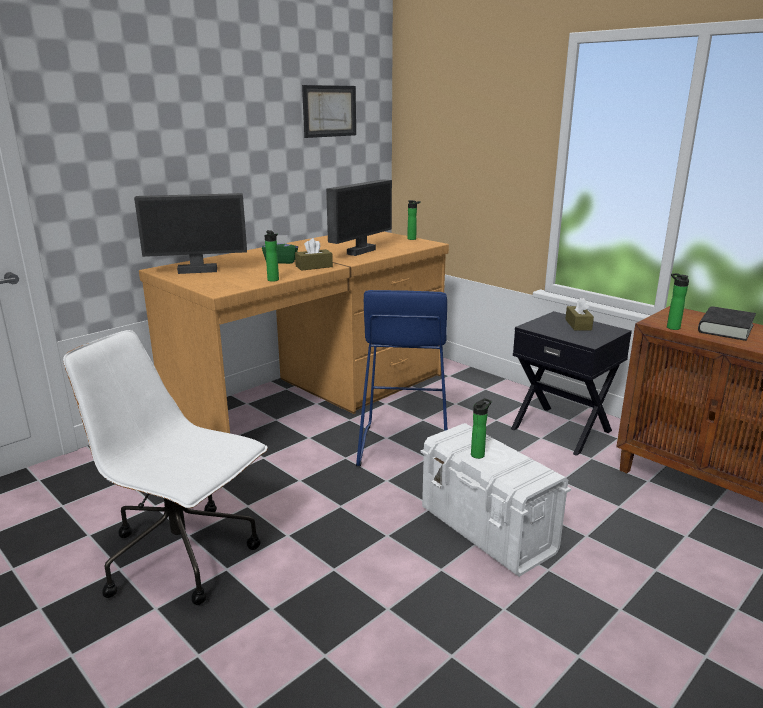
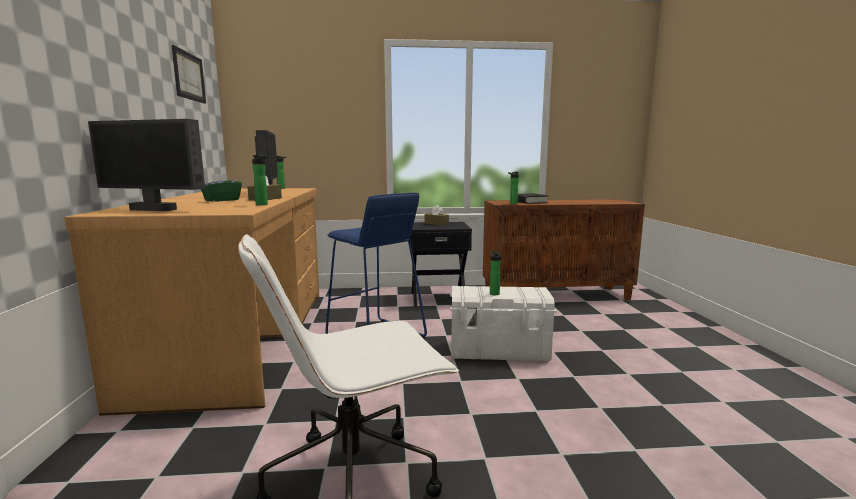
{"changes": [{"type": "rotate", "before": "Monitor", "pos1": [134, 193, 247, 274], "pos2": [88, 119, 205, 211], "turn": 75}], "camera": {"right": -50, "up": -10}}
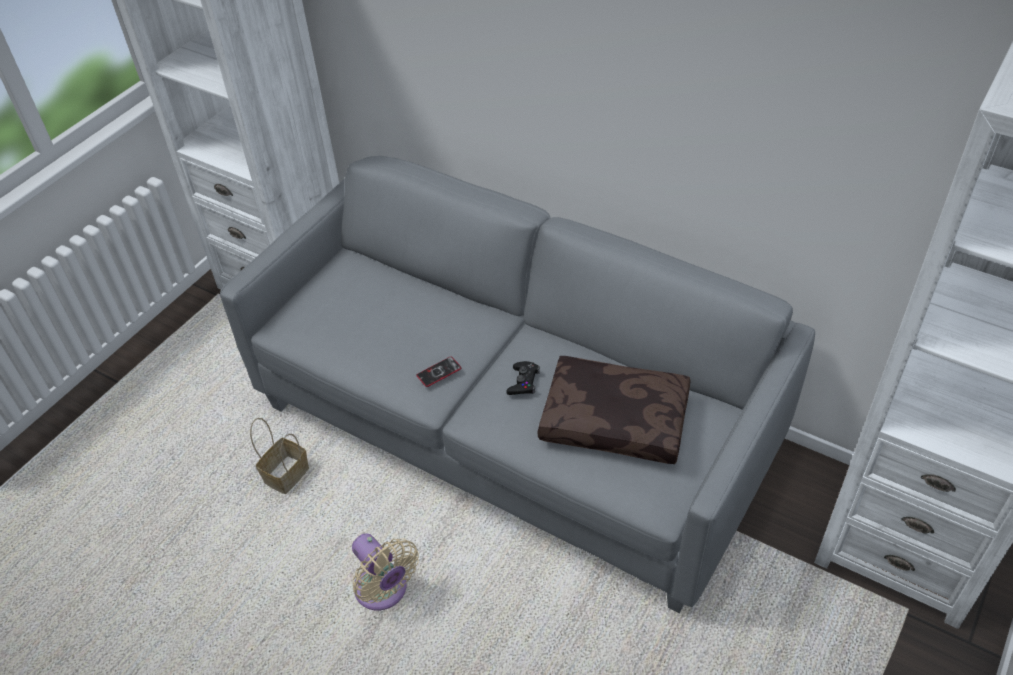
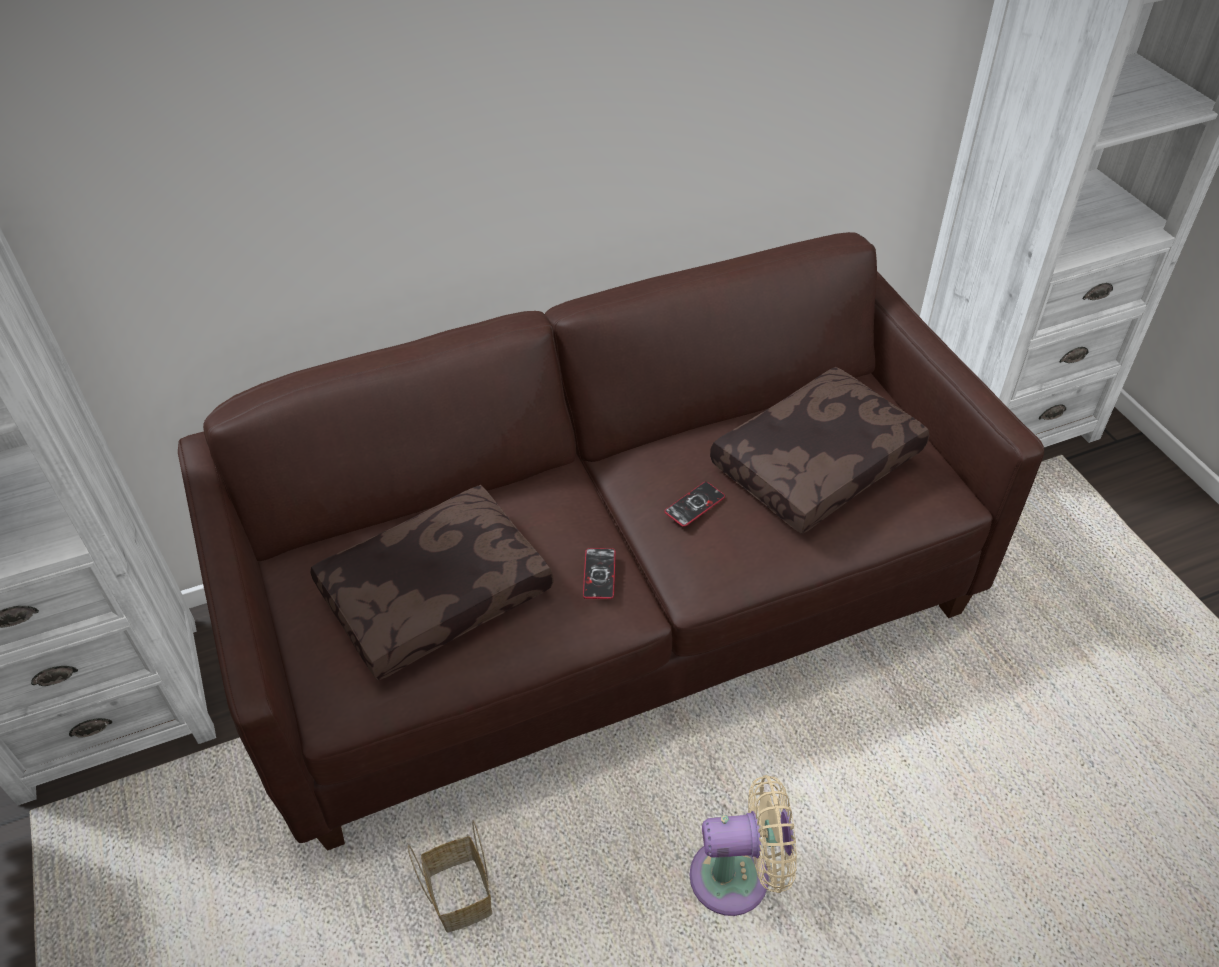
{"changes": [{"type": "recolor", "before": "Sofa (grau)", "after": "Sofa (braun)", "pos1": [220, 156, 815, 613], "pos2": [178, 232, 1044, 851]}, {"type": "replace", "before": "Gamepad (schwarz)", "after": "Handy", "pos1": [506, 361, 540, 395], "pos2": [664, 482, 725, 527]}, {"type": "insert", "after": "Kissen (braun)", "pos2": [310, 485, 554, 681]}], "camera": {"right": -55, "up": 0}}
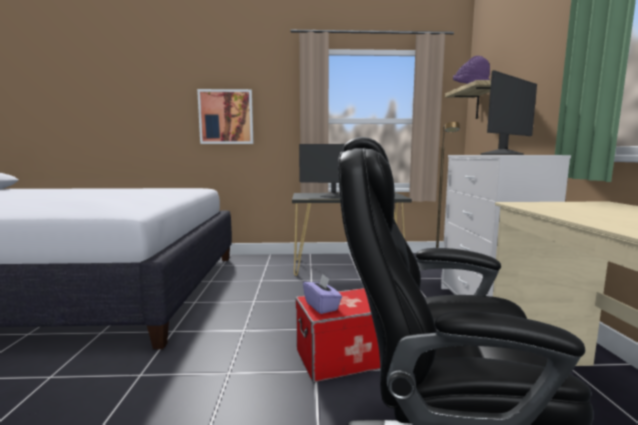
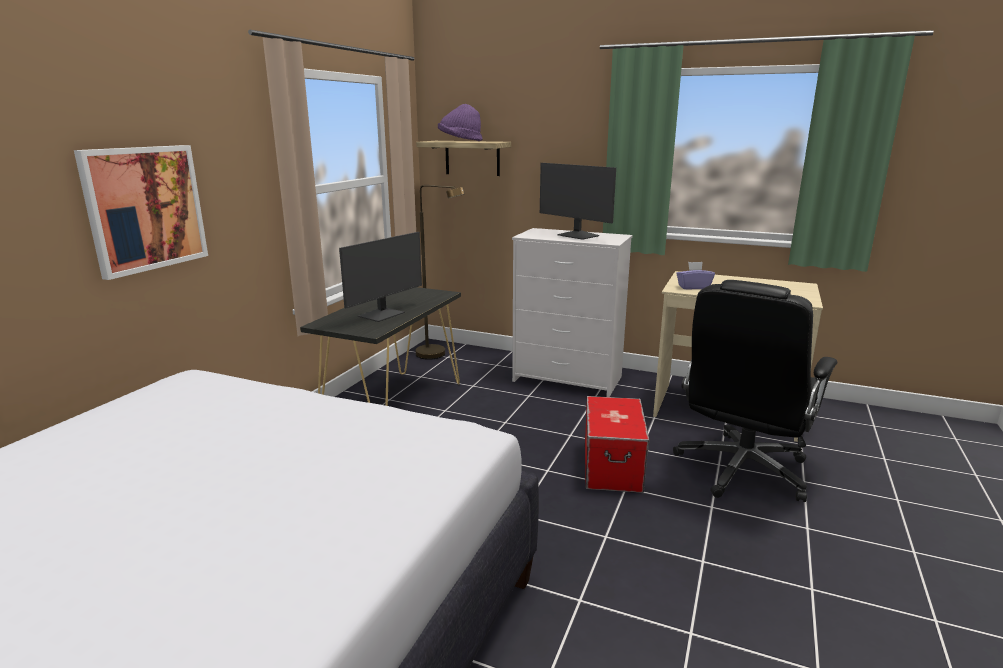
{"changes": [{"type": "rotate", "before": "Monitor", "pos1": [480, 70, 537, 155], "pos2": [540, 163, 616, 240], "turn": 150}, {"type": "move", "before": "Taschentuchbox (lila)", "pos1": [303, 274, 342, 314], "pos2": [676, 262, 715, 290]}], "camera": {"right": -65, "up": 10}}
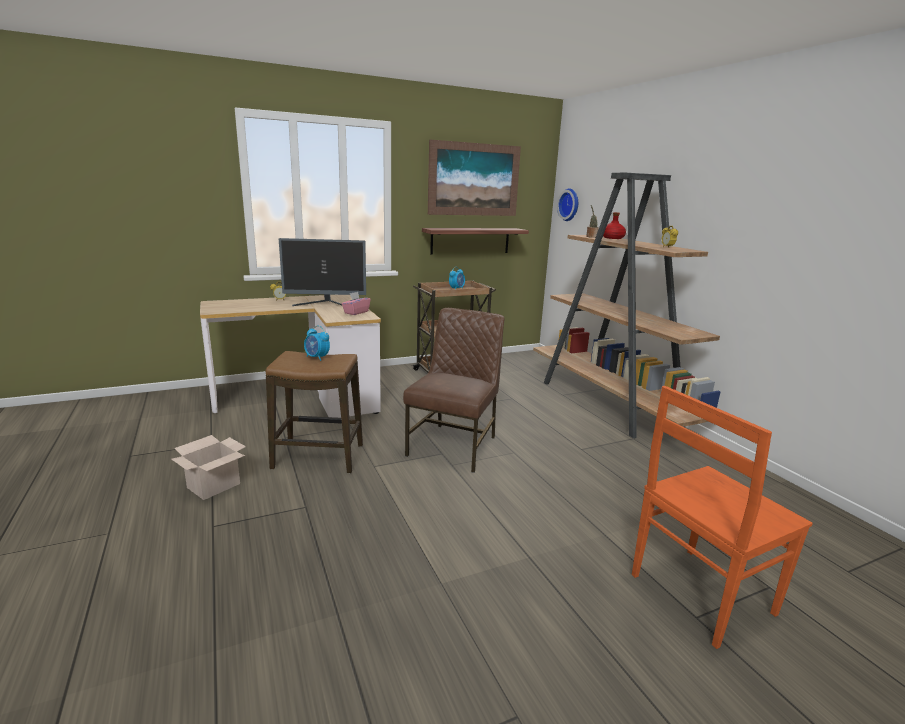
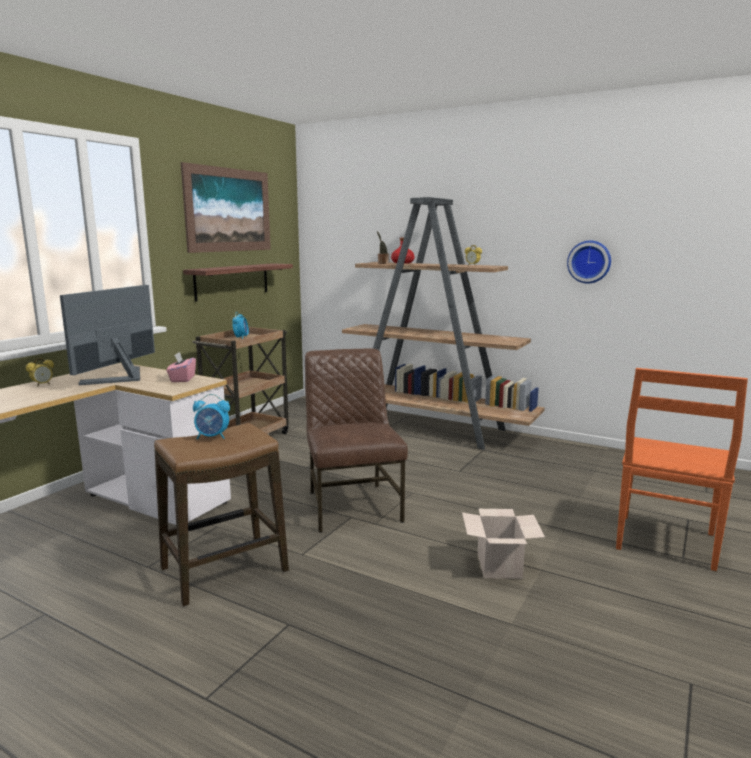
{"changes": [{"type": "move", "before": "Wanduhr", "pos1": [557, 188, 578, 221], "pos2": [567, 241, 611, 283]}, {"type": "rotate", "before": "Monitor", "pos1": [279, 238, 366, 306], "pos2": [60, 285, 155, 385], "turn": 150}, {"type": "move", "before": "Karton", "pos1": [171, 435, 246, 500], "pos2": [462, 509, 545, 579]}], "camera": {"right": -35, "up": -5}}
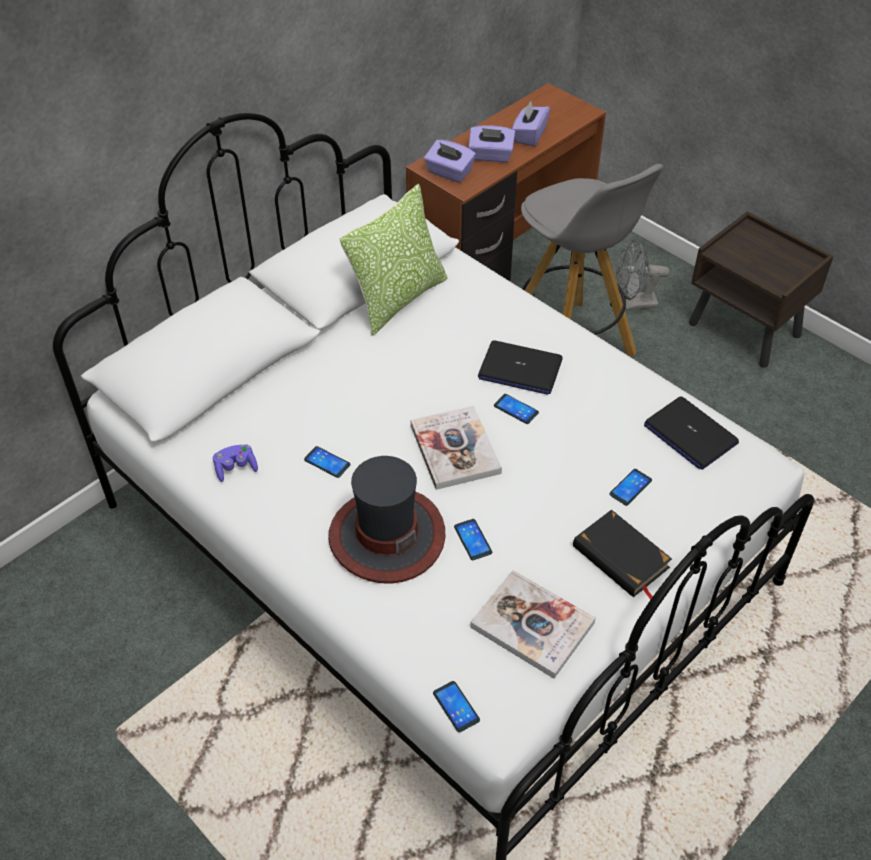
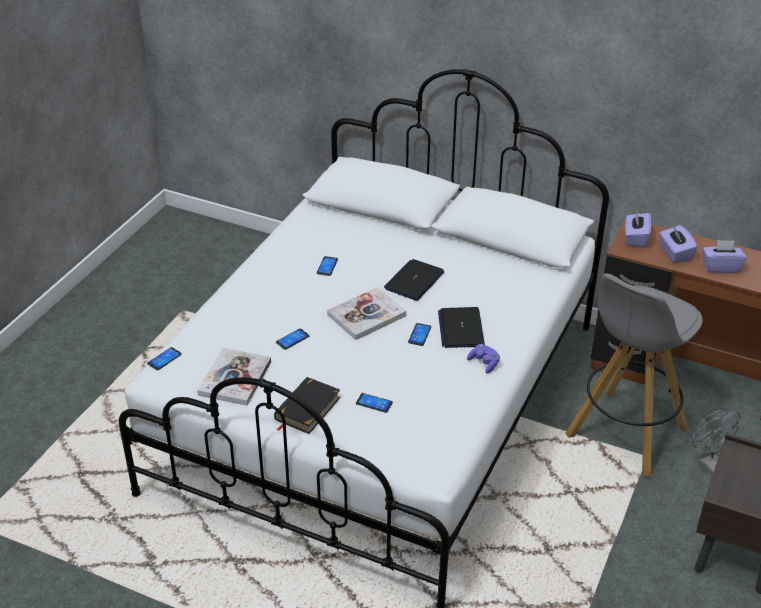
{"changes": [{"type": "delete", "before": "Kissen", "pos1": [340, 184, 448, 336]}, {"type": "move", "before": "Laptop", "pos1": [644, 396, 739, 470], "pos2": [384, 259, 444, 301]}, {"type": "move", "before": "Gamepad (lila)", "pos1": [213, 444, 258, 482], "pos2": [467, 344, 500, 373]}, {"type": "delete", "before": "Hut", "pos1": [328, 456, 445, 584]}], "camera": {"right": 70, "up": -10}}
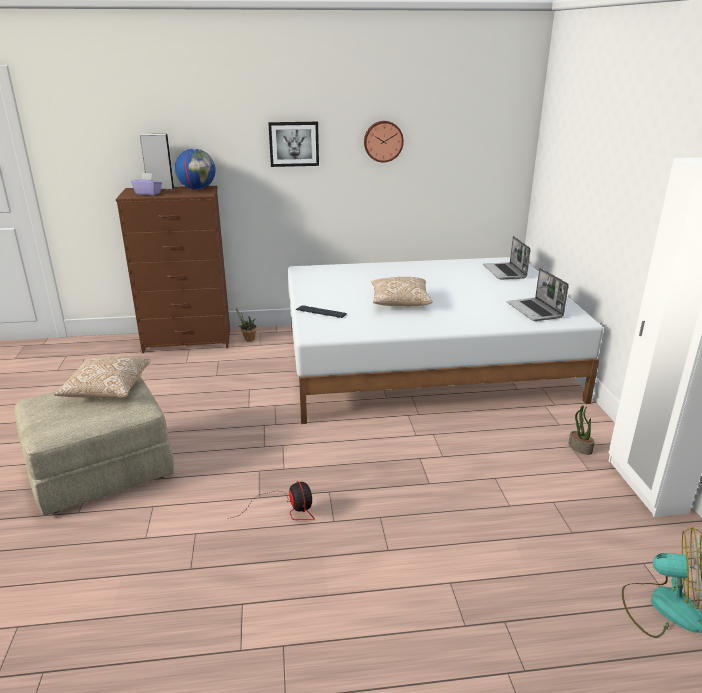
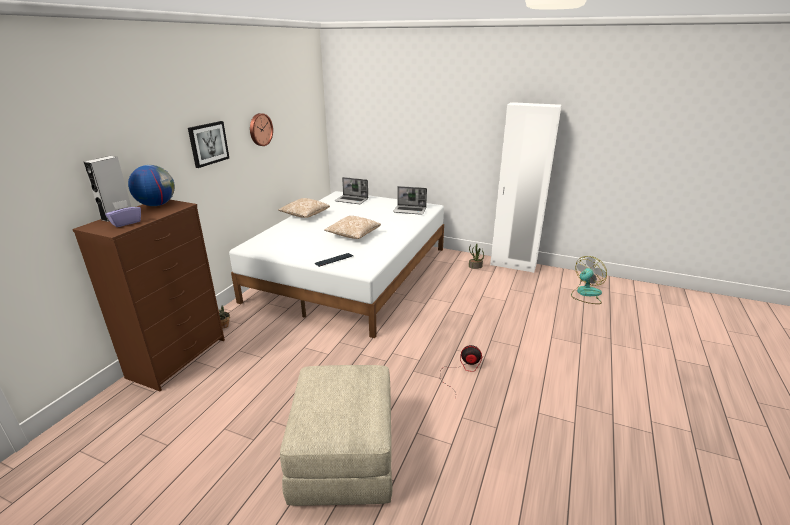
{"changes": [{"type": "move", "before": "Kissen", "pos1": [53, 356, 150, 398], "pos2": [278, 198, 330, 218]}], "camera": {"right": -60, "up": 0}}
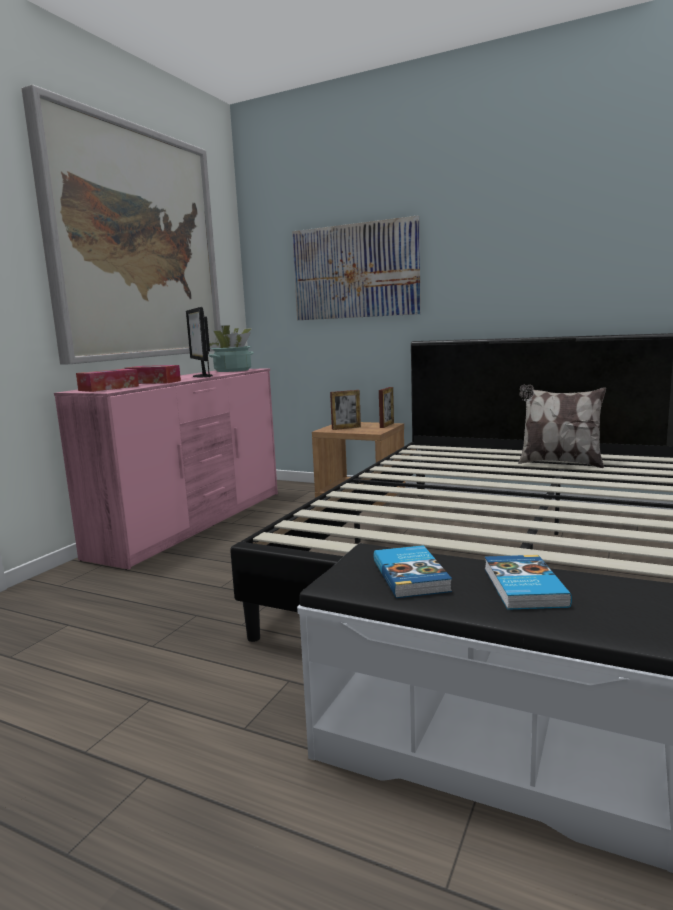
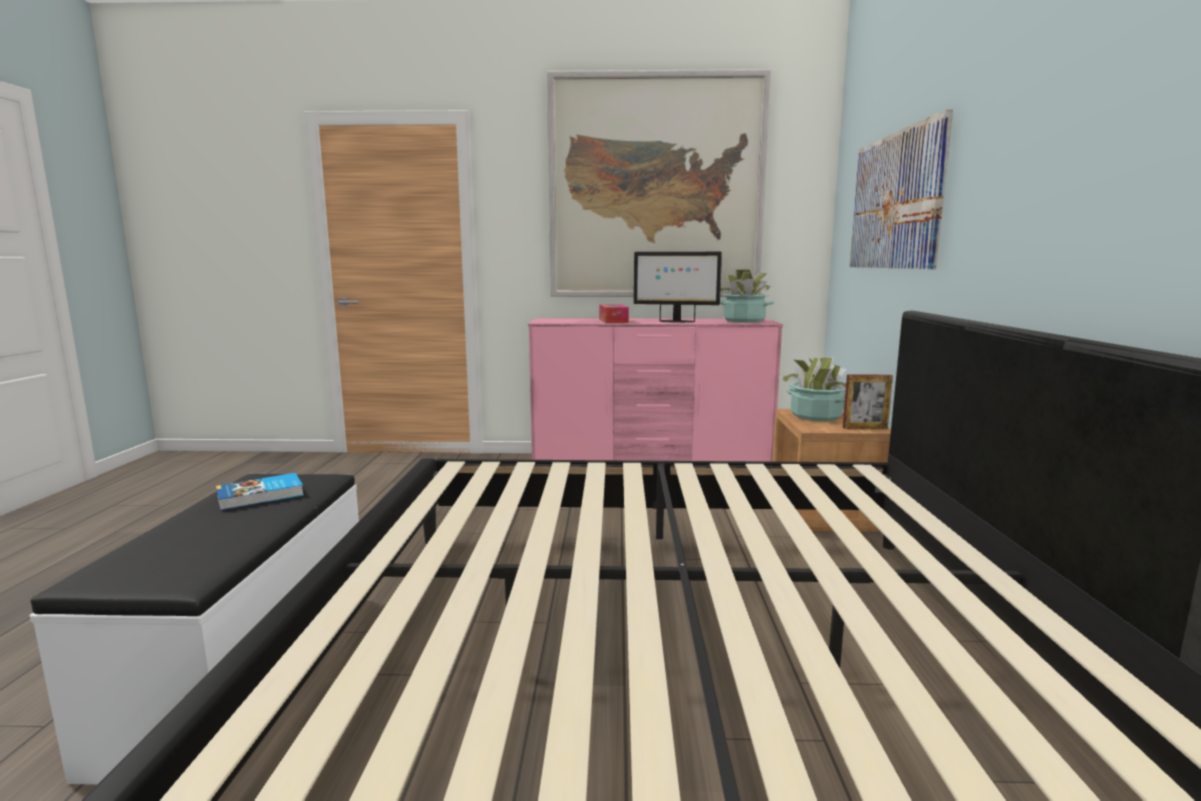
{"changes": [{"type": "rotate", "before": "Monitor", "pos1": [186, 307, 213, 377], "pos2": [634, 252, 722, 323], "turn": -120}, {"type": "delete", "before": "Taschentuchbox", "pos1": [76, 369, 139, 392]}, {"type": "delete", "before": "Kissen", "pos1": [518, 385, 606, 468]}, {"type": "replace", "before": "Bilderrahmen", "after": "Topfpflanze", "pos1": [330, 390, 361, 430], "pos2": [779, 357, 846, 421]}, {"type": "delete", "before": "Buch", "pos1": [485, 555, 572, 610]}], "camera": {"right": 65, "up": 0}}
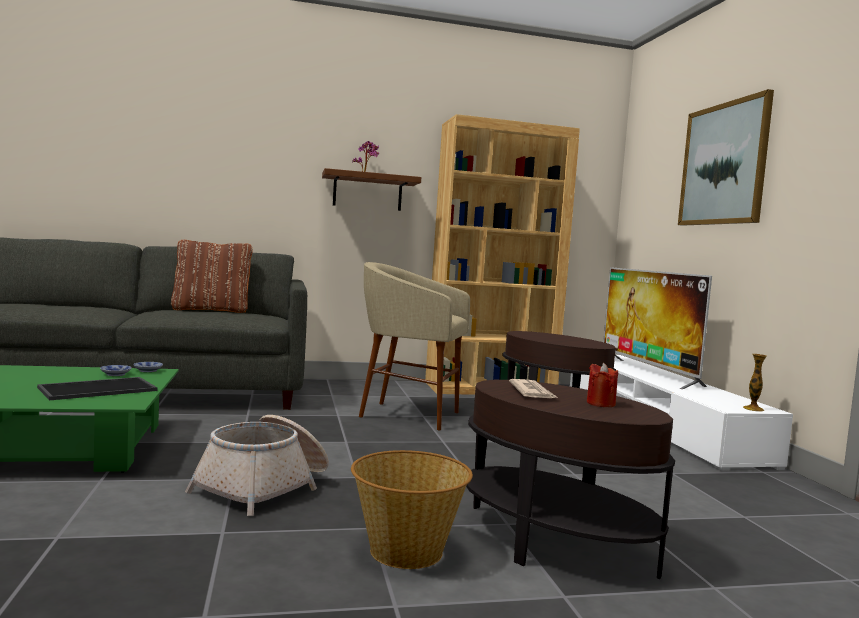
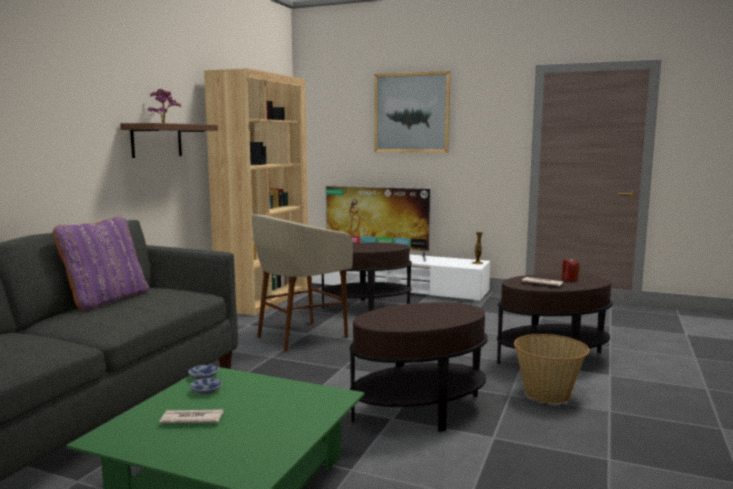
{"changes": [{"type": "recolor", "before": "Kissen (braun)", "after": "Kissen (lila)", "pos1": [171, 240, 253, 313], "pos2": [53, 217, 149, 311]}, {"type": "delete", "before": "Tablett", "pos1": [37, 377, 157, 400]}, {"type": "replace", "before": "Korb", "after": "Beistelltisch (braun)", "pos1": [185, 415, 329, 516], "pos2": [349, 302, 488, 432]}, {"type": "insert", "after": "Zeitung", "pos2": [159, 409, 224, 424]}], "camera": {"right": -55, "up": 5}}
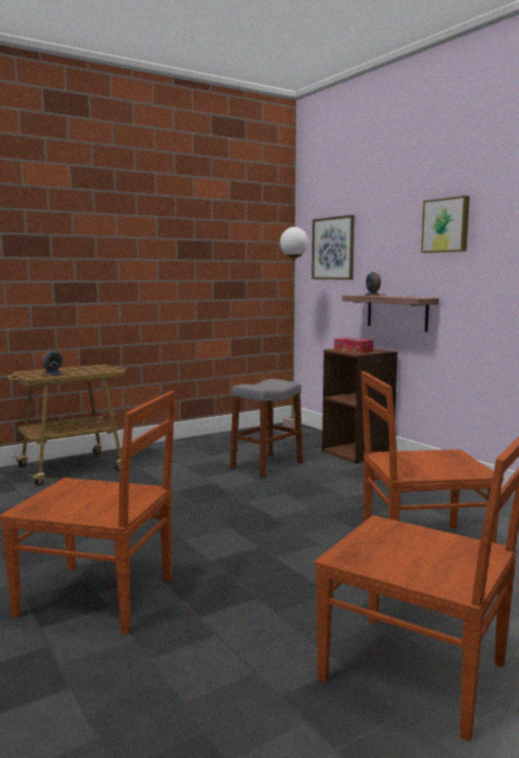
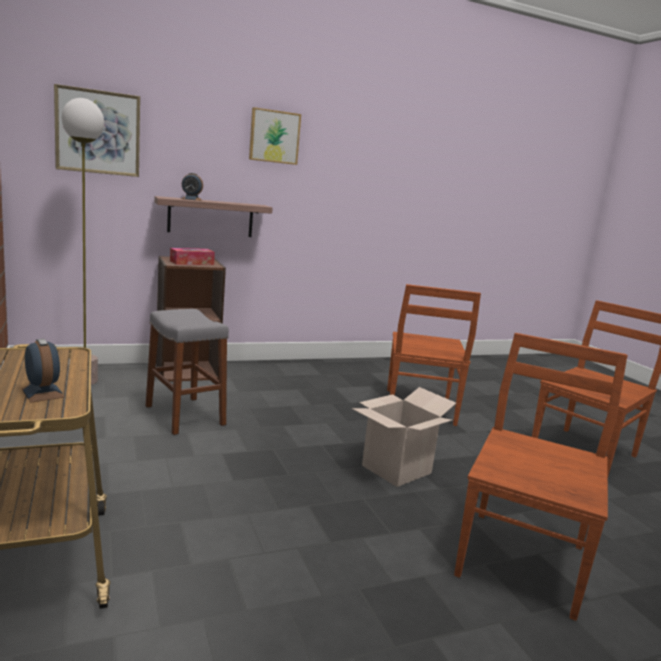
{"changes": [{"type": "insert", "after": "Karton", "pos2": [352, 387, 456, 487]}], "camera": {"right": -80, "up": 5}}
